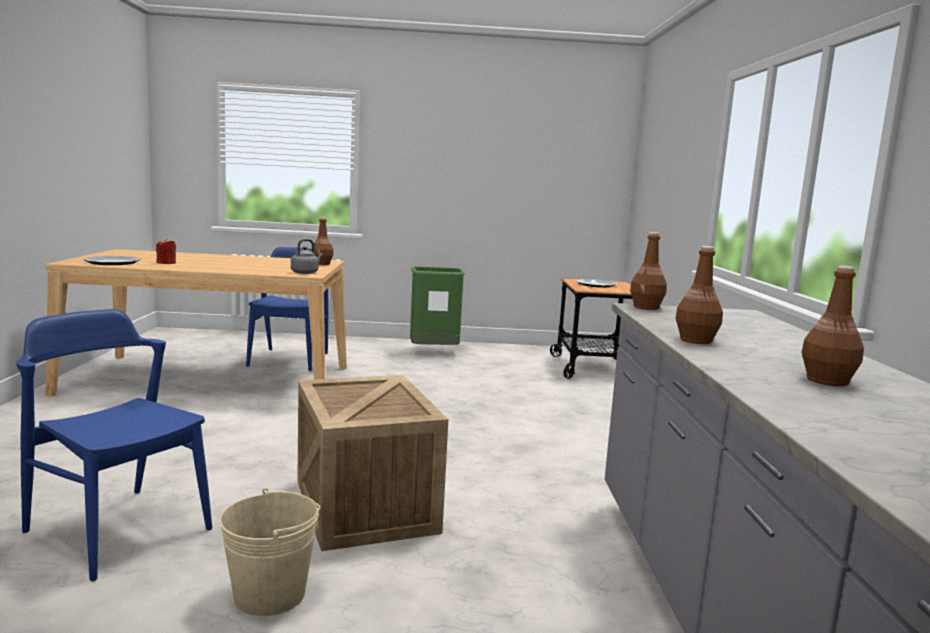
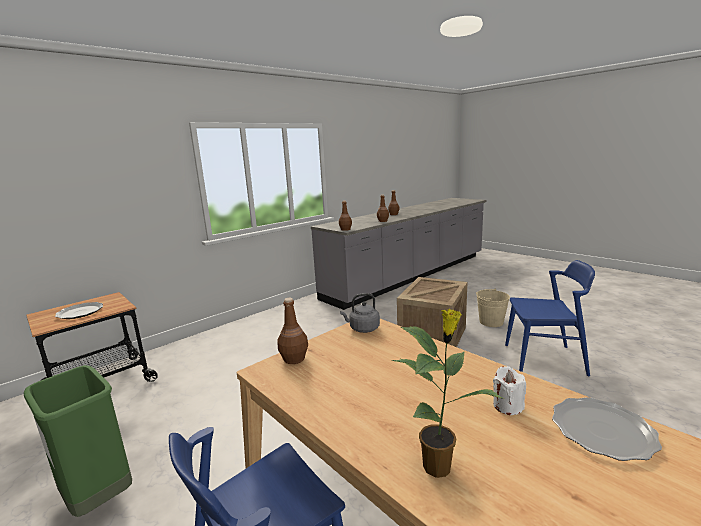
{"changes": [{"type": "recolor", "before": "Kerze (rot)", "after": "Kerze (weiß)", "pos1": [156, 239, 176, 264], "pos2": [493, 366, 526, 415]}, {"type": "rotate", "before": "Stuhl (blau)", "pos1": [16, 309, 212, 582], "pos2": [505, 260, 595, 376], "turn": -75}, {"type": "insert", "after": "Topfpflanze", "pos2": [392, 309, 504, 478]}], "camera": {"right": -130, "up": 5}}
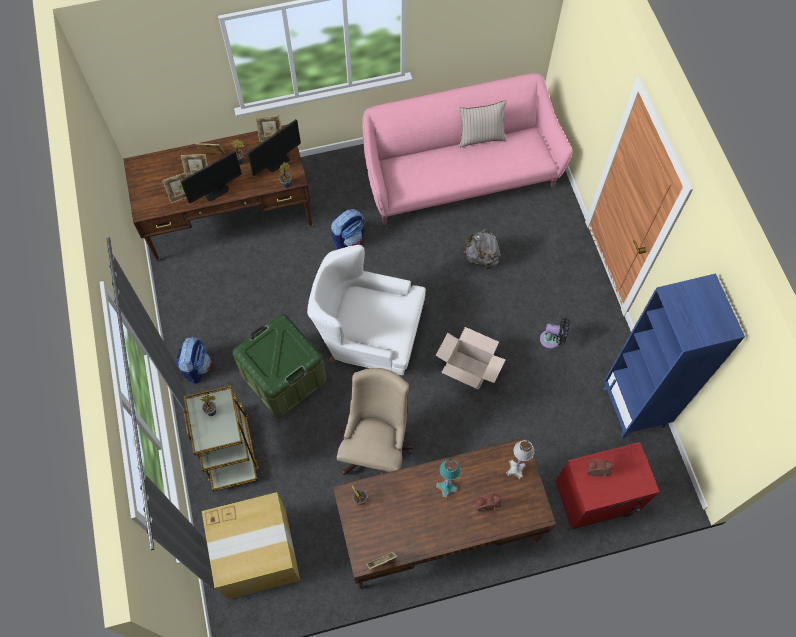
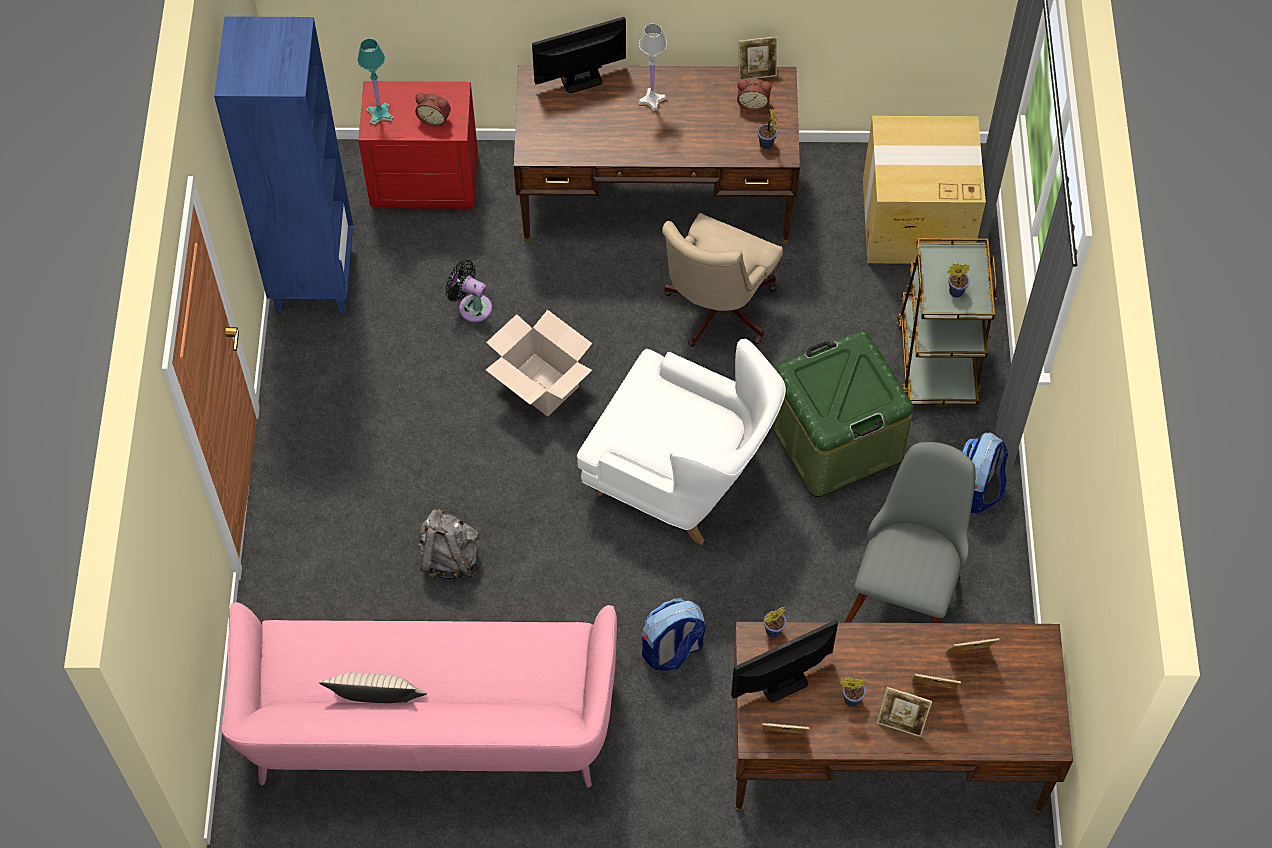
{"changes": [{"type": "move", "before": "Monitor", "pos1": [180, 151, 242, 204], "pos2": [532, 17, 626, 93]}, {"type": "move", "before": "Ventilator (schwarz)", "pos1": [540, 318, 570, 349], "pos2": [445, 260, 492, 323]}, {"type": "move", "before": "Tischlampe (weiß)", "pos1": [506, 440, 534, 479], "pos2": [637, 24, 667, 113]}, {"type": "move", "before": "Tischlampe (türkis)", "pos1": [436, 459, 461, 498], "pos2": [357, 39, 394, 126]}, {"type": "move", "before": "Wecker", "pos1": [475, 494, 502, 512], "pos2": [737, 79, 772, 111]}, {"type": "insert", "after": "Stuhl (grau)", "pos2": [844, 442, 976, 623]}], "camera": {"right": -165, "up": -5}}
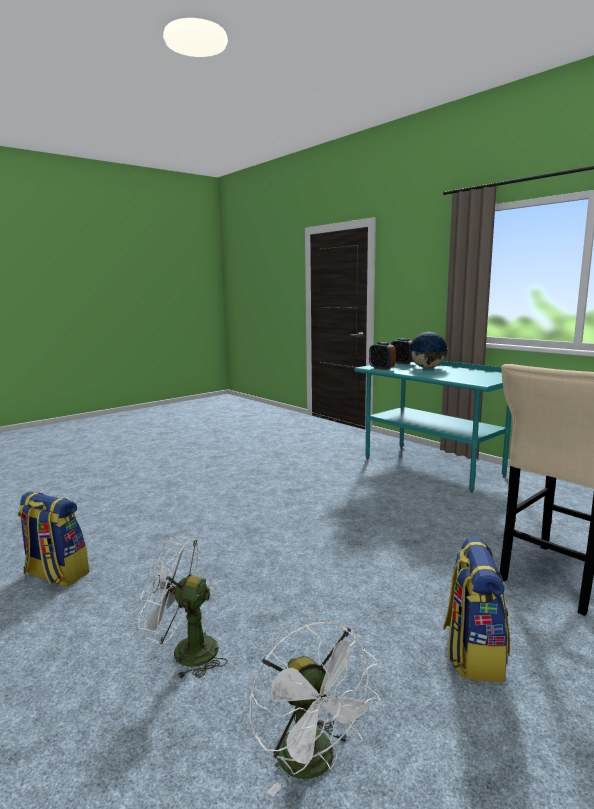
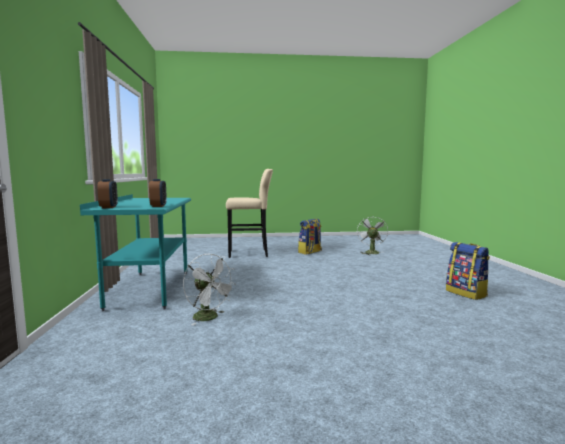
{"changes": [{"type": "delete", "before": "Globus", "pos1": [410, 332, 448, 368]}, {"type": "move", "before": "Ventilator (weiß)", "pos1": [138, 536, 227, 679], "pos2": [183, 253, 236, 325]}], "camera": {"right": -145, "up": -5}}
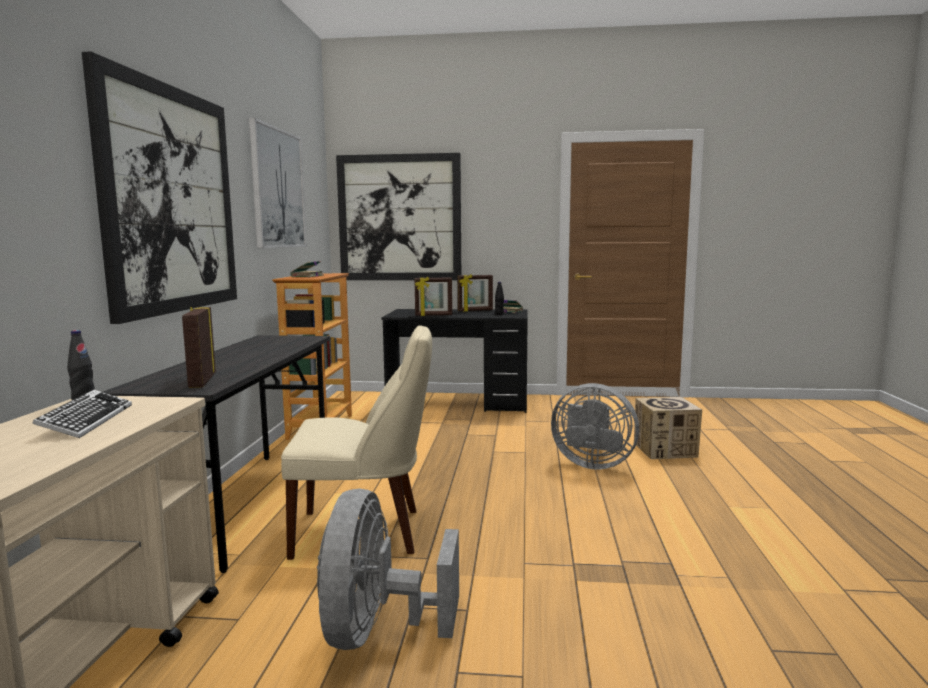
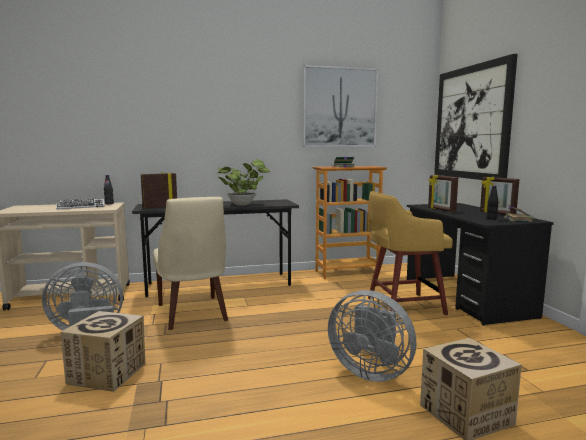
{"changes": [{"type": "delete", "before": "Bild", "pos1": [82, 51, 237, 324]}, {"type": "rotate", "before": "Ventilator (grau)", "pos1": [551, 383, 639, 470], "pos2": [328, 290, 416, 382], "turn": -60}, {"type": "insert", "after": "Topfpflanze", "pos2": [217, 159, 270, 206]}, {"type": "insert", "after": "Hocker (gelb)", "pos2": [368, 191, 453, 315]}, {"type": "insert", "after": "Karton", "pos2": [61, 311, 145, 392]}], "camera": {"right": 70, "up": 0}}
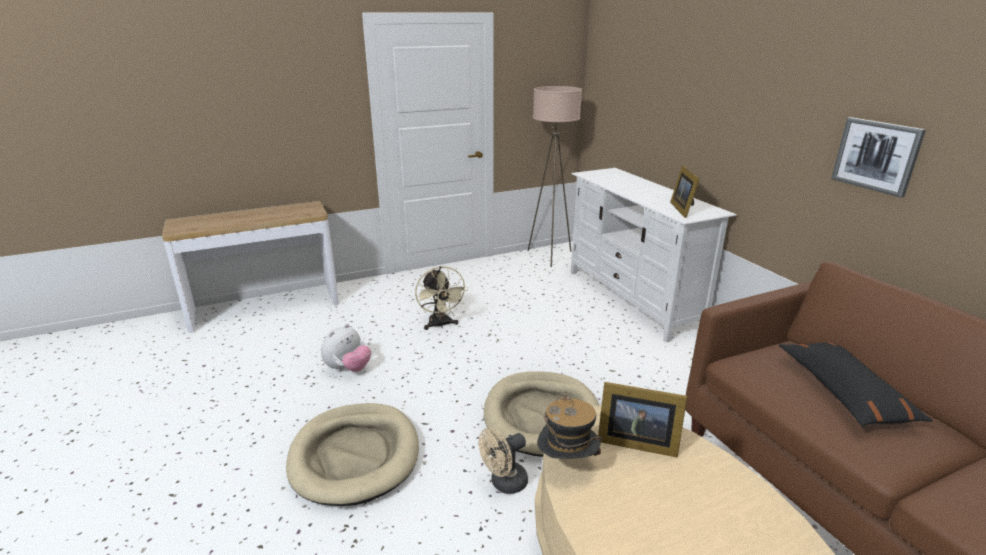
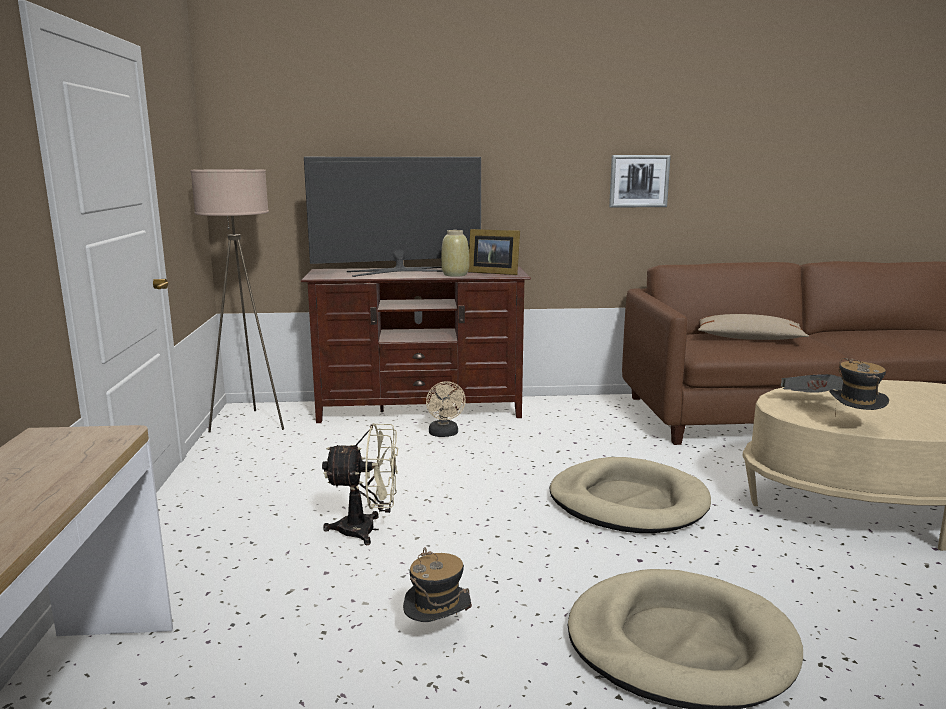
{"changes": [{"type": "recolor", "before": "Fernsehschrank (weiß)", "after": "Fernsehschrank (braun)", "pos1": [571, 168, 737, 342], "pos2": [301, 267, 531, 423]}, {"type": "replace", "before": "Plüschtier", "after": "Hut", "pos1": [321, 324, 371, 372], "pos2": [403, 547, 472, 622]}, {"type": "recolor", "before": "Kissen (schwarz)", "after": "Kissen (beige)", "pos1": [779, 342, 933, 426], "pos2": [698, 314, 809, 340]}, {"type": "replace", "before": "Bilderrahmen", "after": "Zeitung", "pos1": [598, 382, 687, 458], "pos2": [781, 374, 843, 393]}, {"type": "move", "before": "Ventilator (beige)", "pos1": [479, 428, 528, 494], "pos2": [426, 381, 466, 437]}, {"type": "insert", "after": "Fernseher", "pos2": [304, 157, 481, 277]}, {"type": "insert", "after": "Vase (beige)", "pos2": [441, 230, 469, 277]}], "camera": {"right": -70, "up": -10}}
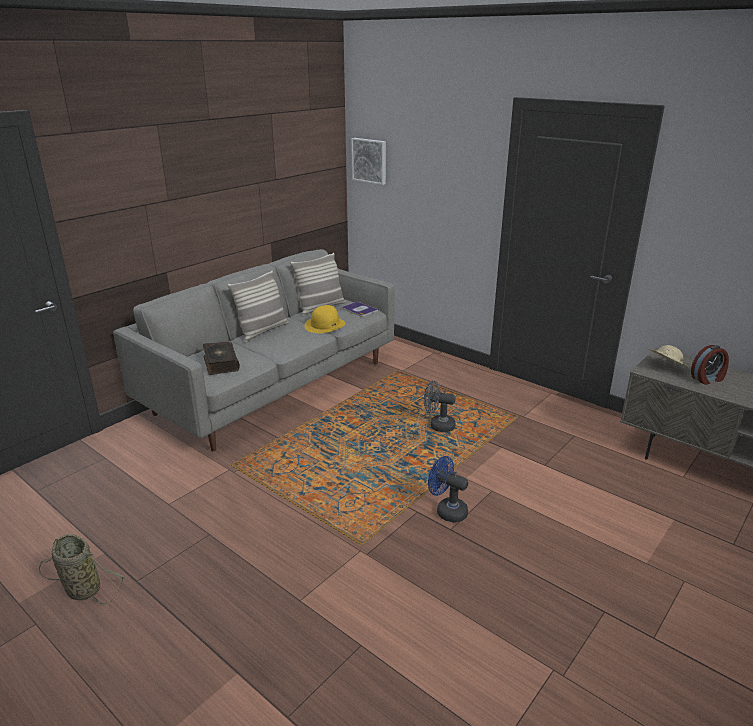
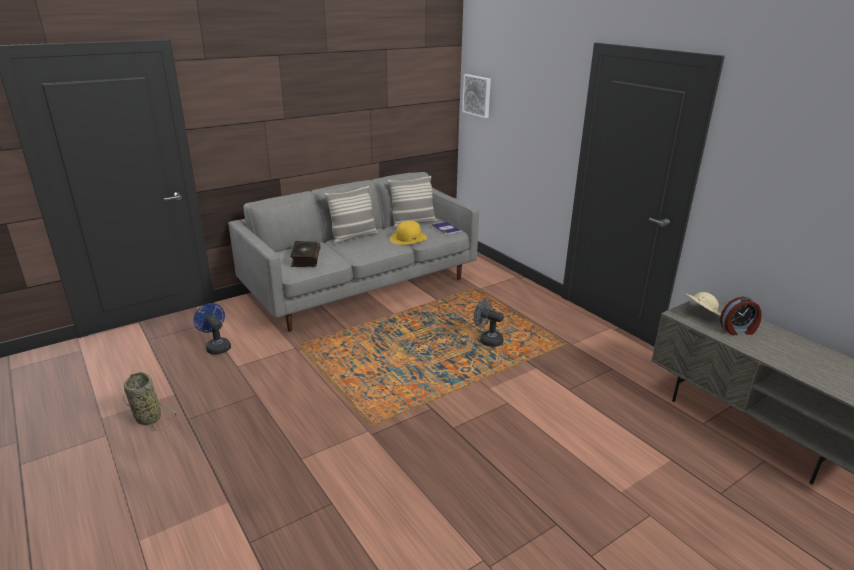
{"changes": [{"type": "move", "before": "Ventilator (blau)", "pos1": [428, 456, 468, 523], "pos2": [194, 303, 231, 355]}], "camera": {"right": 15, "up": 0}}
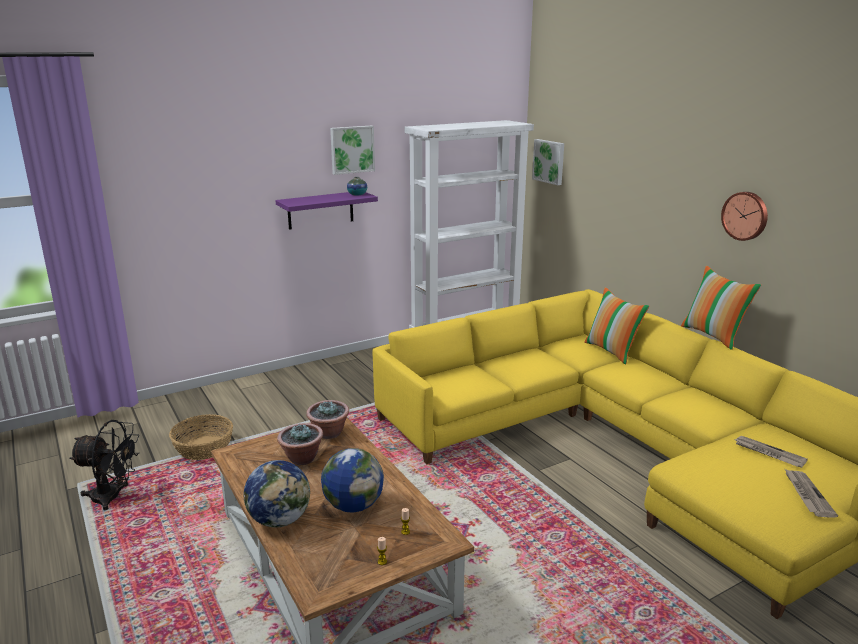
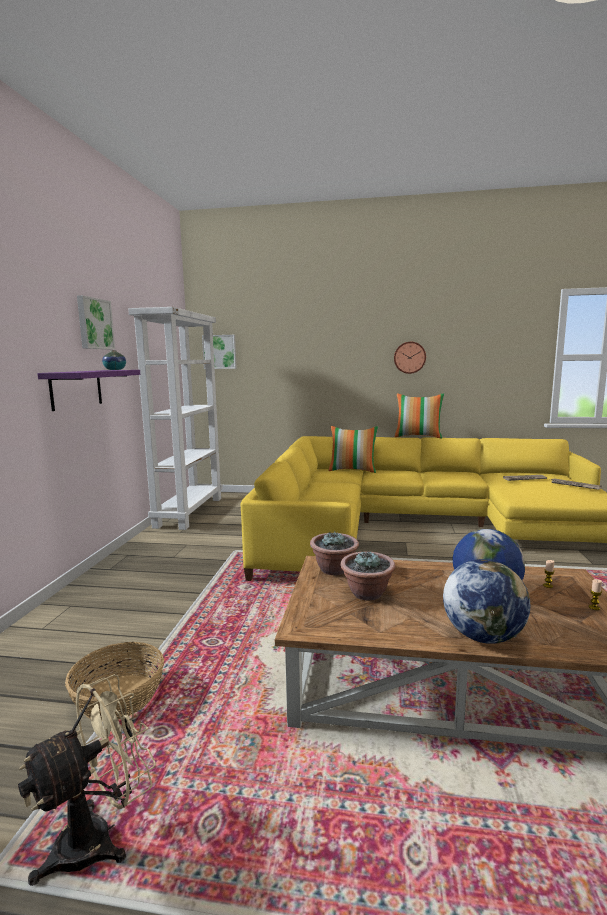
{"changes": [{"type": "recolor", "before": "Ventilator (schwarz)", "after": "Ventilator (beige)", "pos1": [69, 420, 140, 510], "pos2": [18, 674, 156, 886]}], "camera": {"right": -50, "up": -10}}
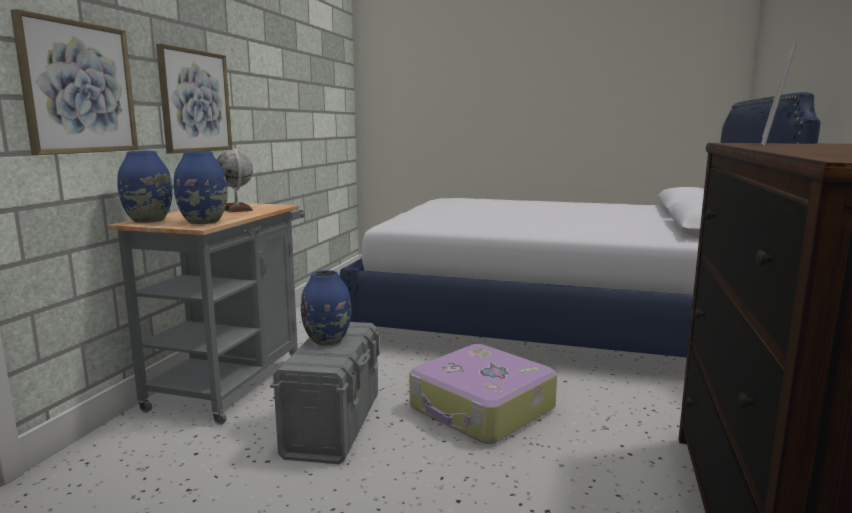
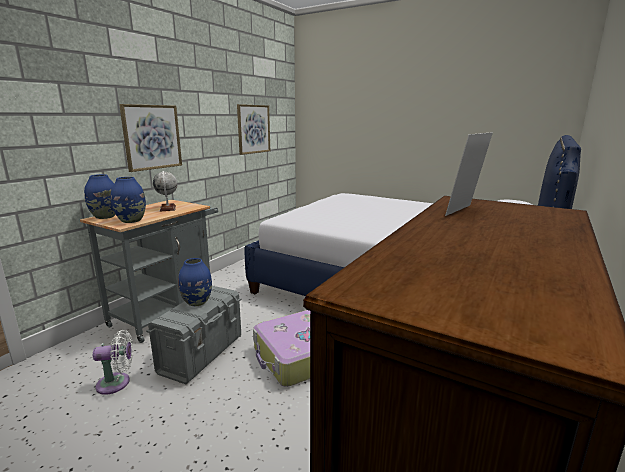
{"changes": [{"type": "move", "before": "Bild", "pos1": [11, 9, 138, 155], "pos2": [237, 104, 270, 155]}, {"type": "insert", "after": "Ventilator (weiß)", "pos2": [93, 330, 133, 395]}], "camera": {"right": 15, "up": 5}}
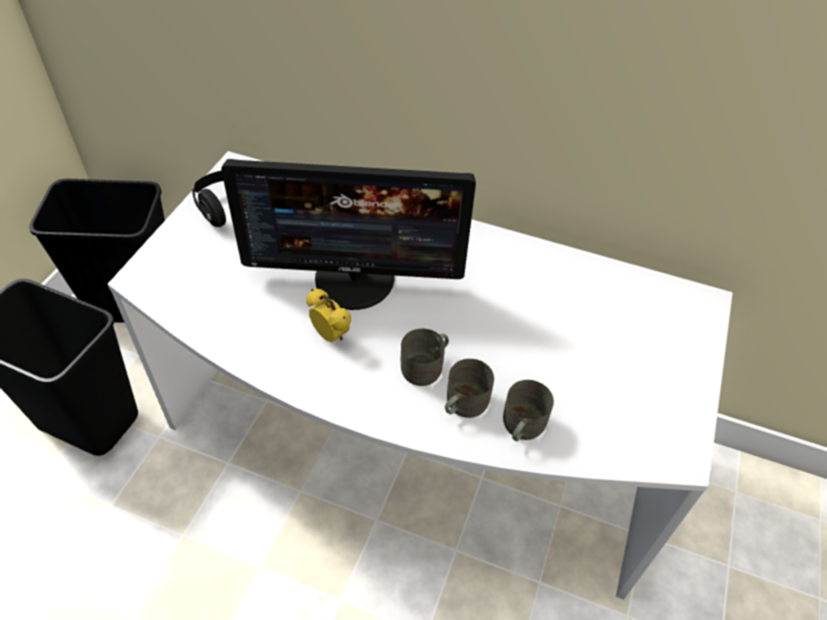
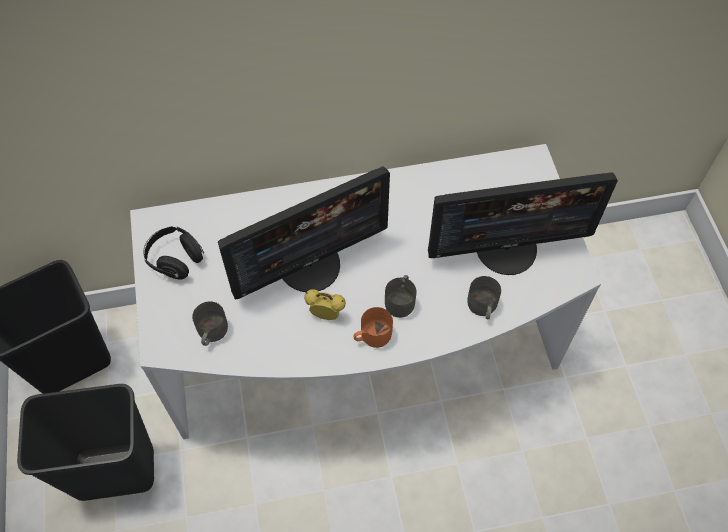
{"changes": [{"type": "move", "before": "Henkelbecher (grau)", "pos1": [445, 359, 494, 418], "pos2": [192, 301, 228, 346]}, {"type": "insert", "after": "Monitor", "pos2": [428, 172, 618, 275]}, {"type": "insert", "after": "Henkelbecher (orange)", "pos2": [354, 307, 393, 348]}], "camera": {"right": -30, "up": 10}}
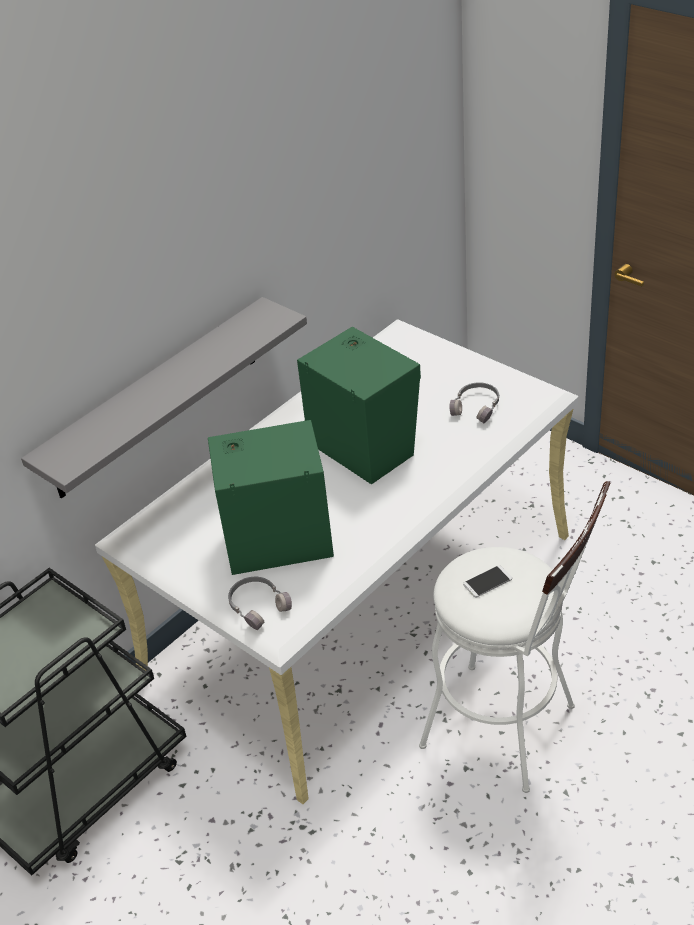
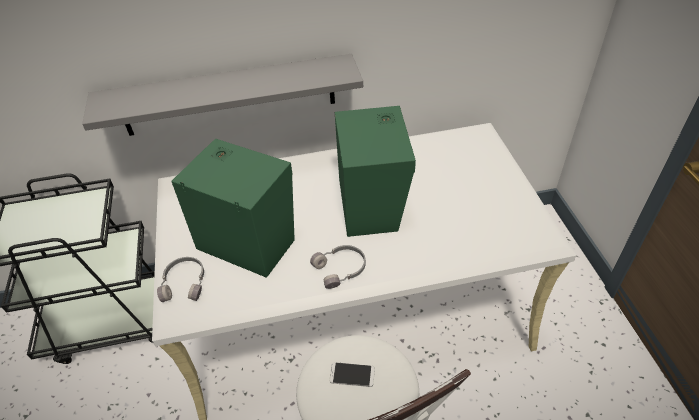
{"changes": [{"type": "move", "before": "Kopfhörer (grau)", "pos1": [449, 382, 499, 423], "pos2": [310, 245, 366, 289]}], "camera": {"right": 35, "up": 5}}
